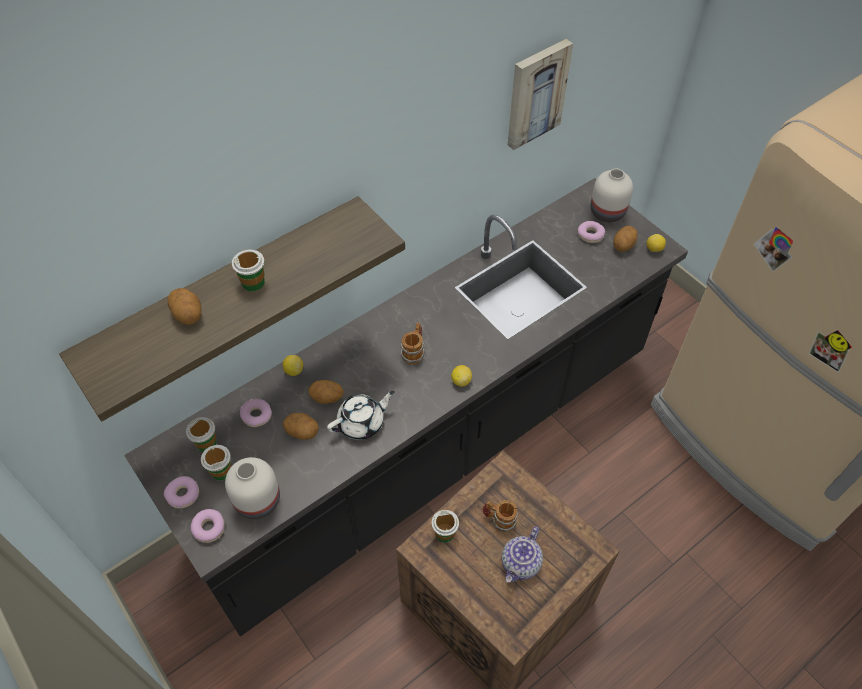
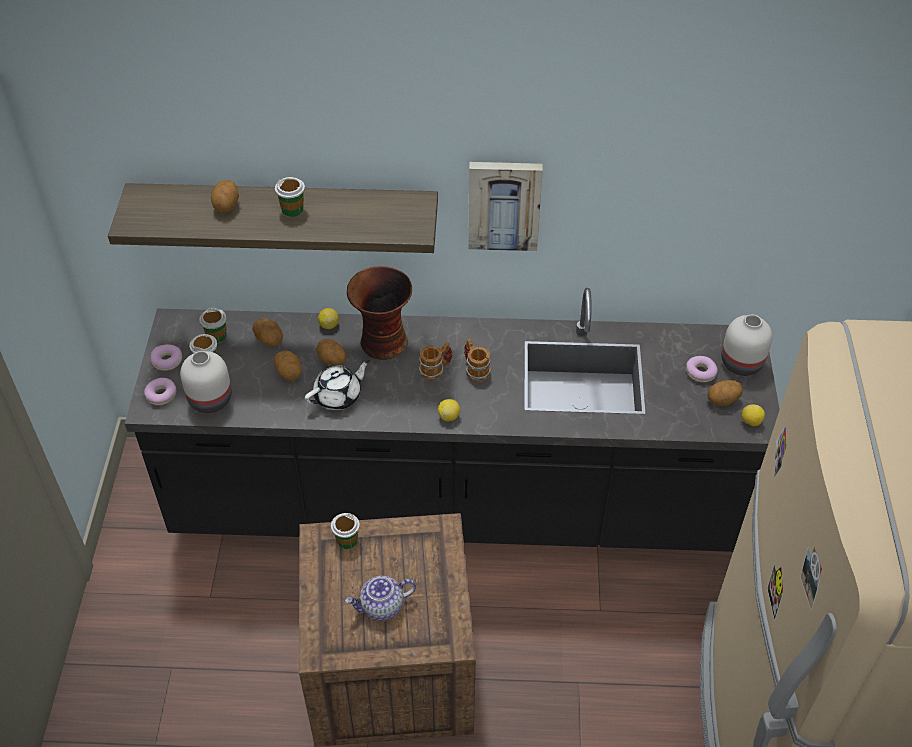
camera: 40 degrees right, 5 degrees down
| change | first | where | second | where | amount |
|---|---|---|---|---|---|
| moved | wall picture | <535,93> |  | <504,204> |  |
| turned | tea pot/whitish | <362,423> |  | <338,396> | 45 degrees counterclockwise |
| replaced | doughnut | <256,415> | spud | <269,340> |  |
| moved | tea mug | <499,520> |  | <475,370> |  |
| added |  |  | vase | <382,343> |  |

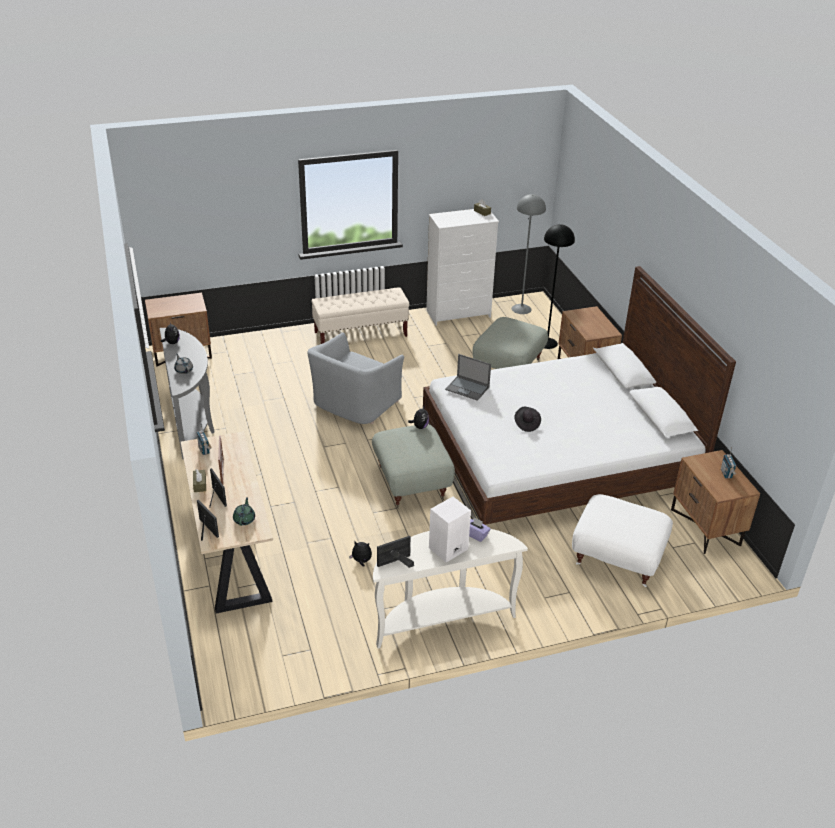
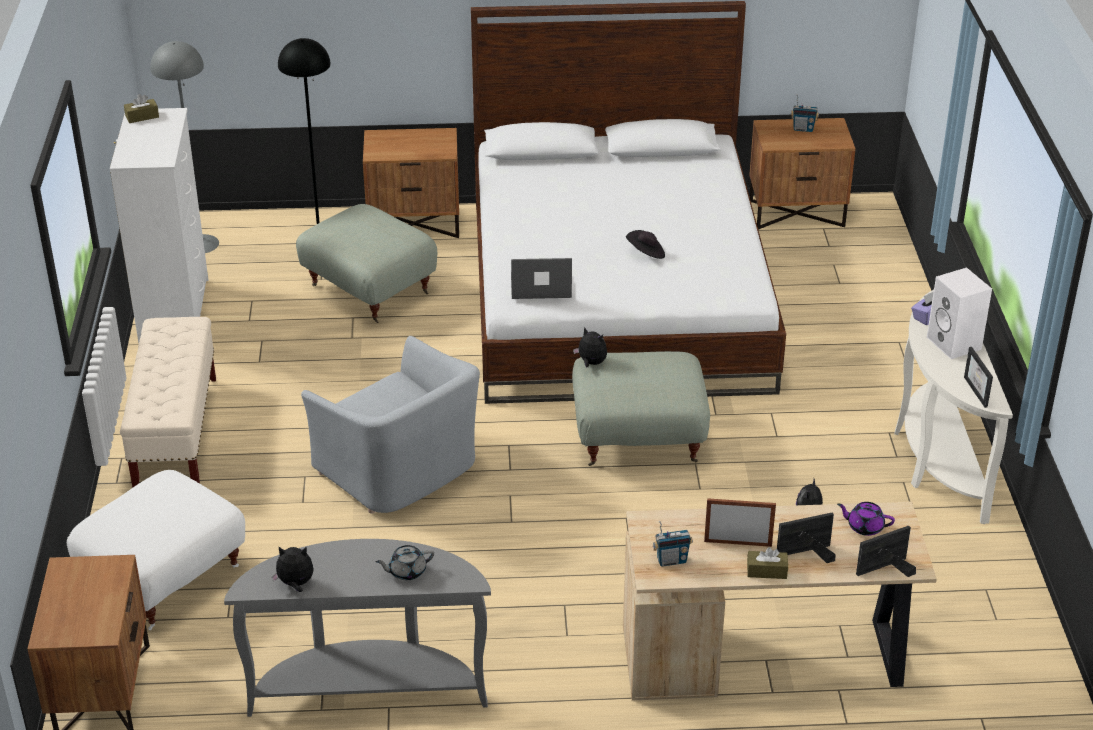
camera: 75 degrees left, 0 degrees up
| change | first | where | second | where | amount |
|---|---|---|---|---|---|
| turned | portable computer | <468,388> |  | <540,286> | 135 degrees counterclockwise |
| moved | ottoman/whitish | <618,557> |  | <164,578> |  |
| recoloured | tea pot/green | <244,519> | tea pot/purple | <864,526> |  |

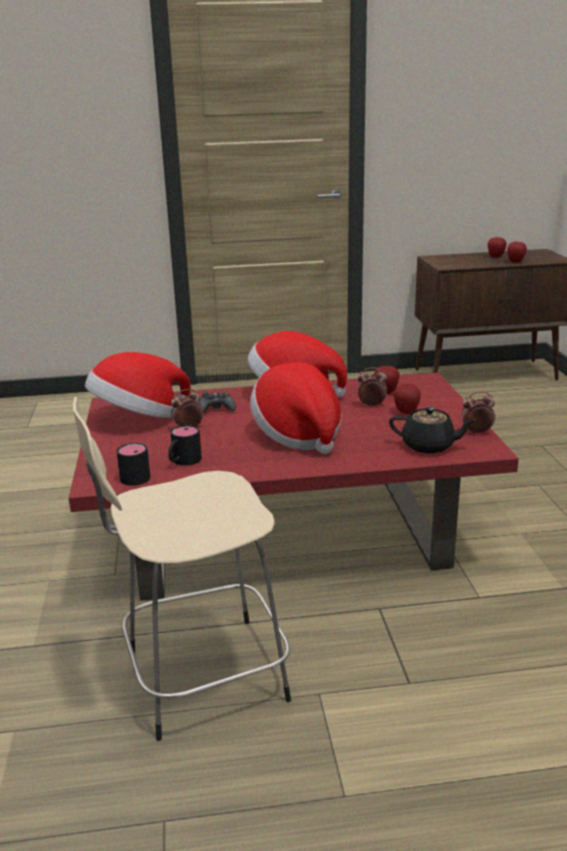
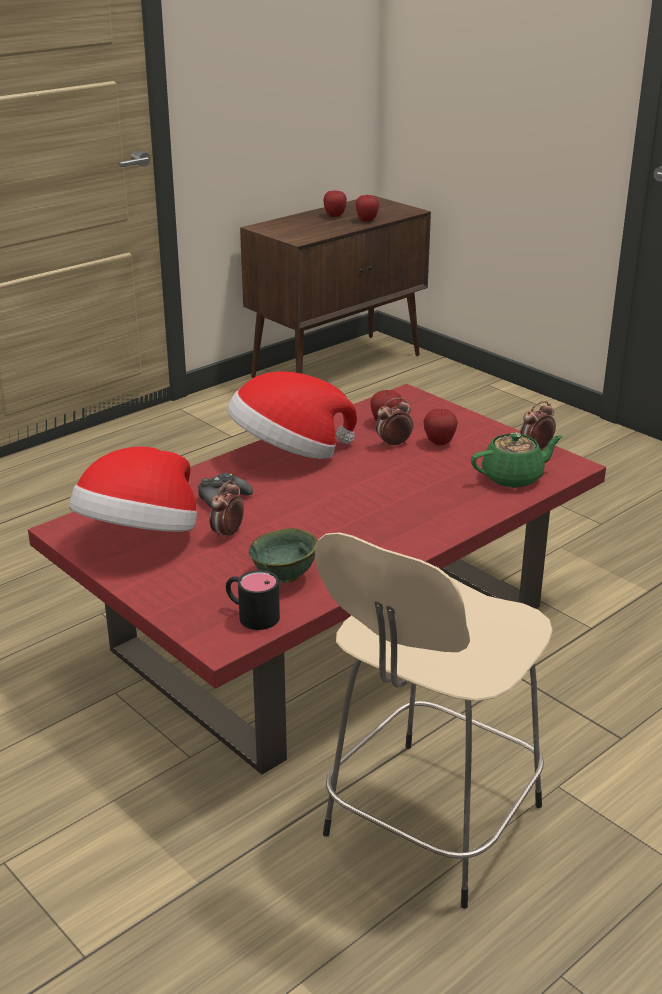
camera: 35 degrees left, 5 degrees up
| change | first | where | second | where | amount |
|---|---|---|---|---|---|
| removed | hat | <298,434> |  |  |  |
| recoloured | tea pot/black | <429,446> | tea pot/green | <513,477> |  |
| replaced | tea mug/black | <183,461> | deep dish/green | <285,578> |  |

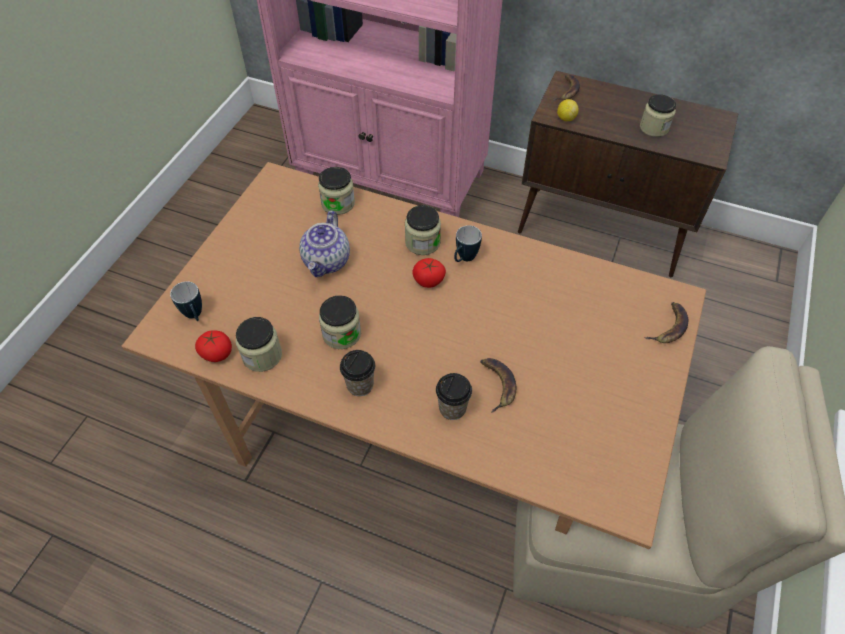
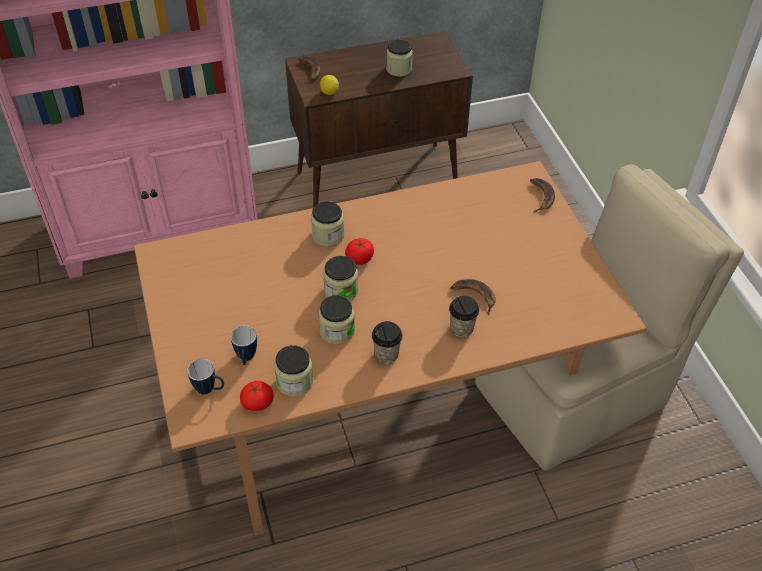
camera: 40 degrees left, 5 degrees down
| change | first | where | second | where | amount |
|---|---|---|---|---|---|
| moved | preserve jar | <338,203> |  | <341,291> |  |
| removed | tea pot | <327,261> |  |  |  |
| moved | tea mug | <464,259> |  | <246,359> |  |

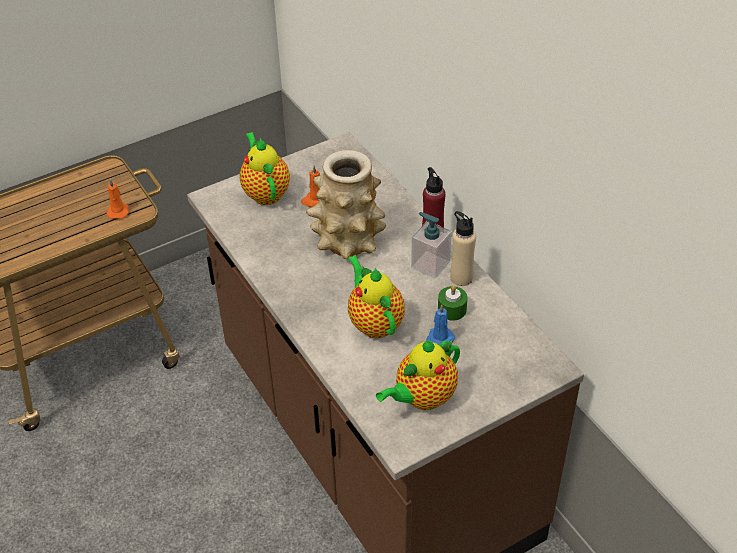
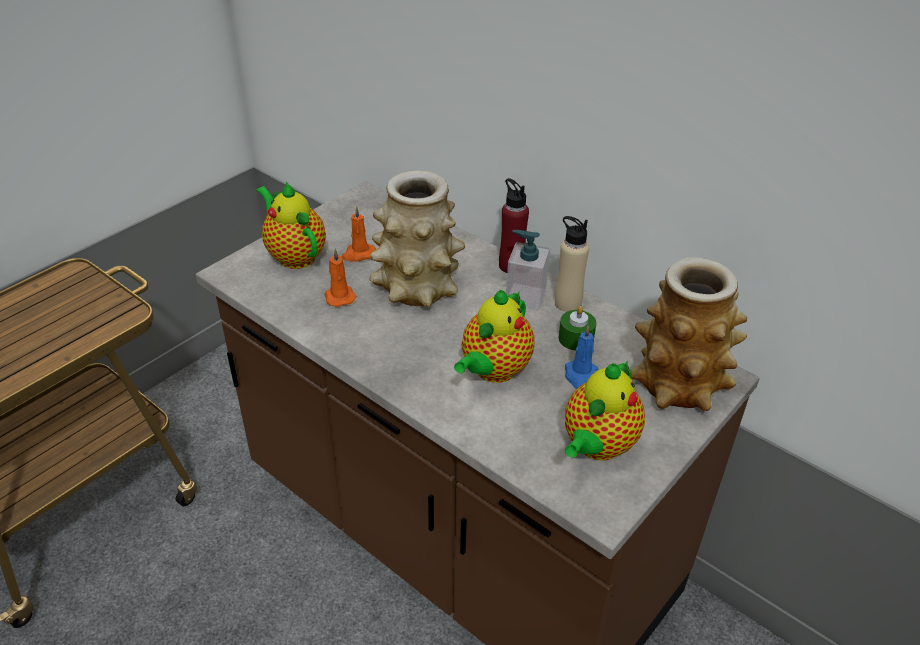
camera: 20 degrees left, 5 degrees down
| change | first | where | second | where | amount |
|---|---|---|---|---|---|
| moved | candle/orange | <118,211> |  | <339,296> |  |
| turned | tea pot | <374,322> |  | <493,371> | 105 degrees counterclockwise |
| added |  |  | vase | <678,383> |  |

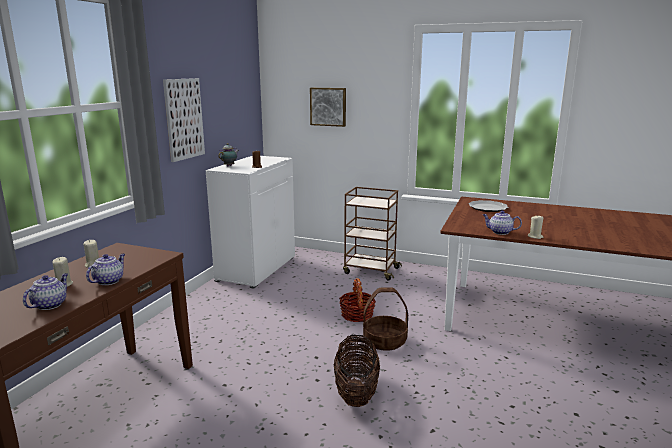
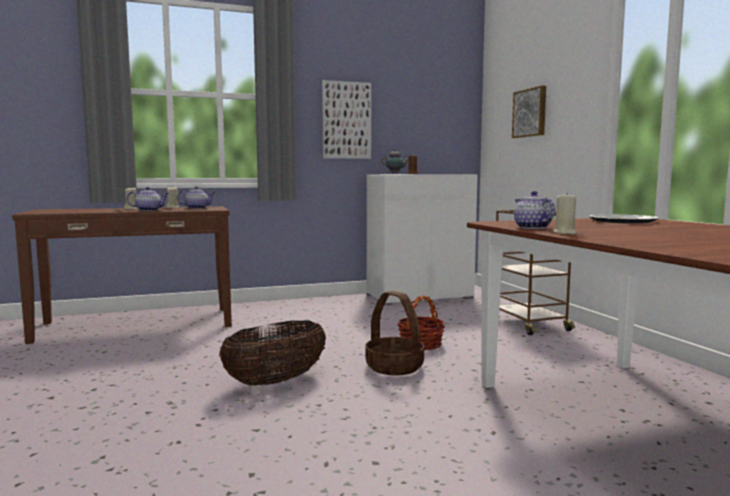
camera: 50 degrees right, 10 degrees down
| change | first | where | second | where | amount |
|---|---|---|---|---|---|
| moved | tea pot | <50,304> |  | <197,208> |  |

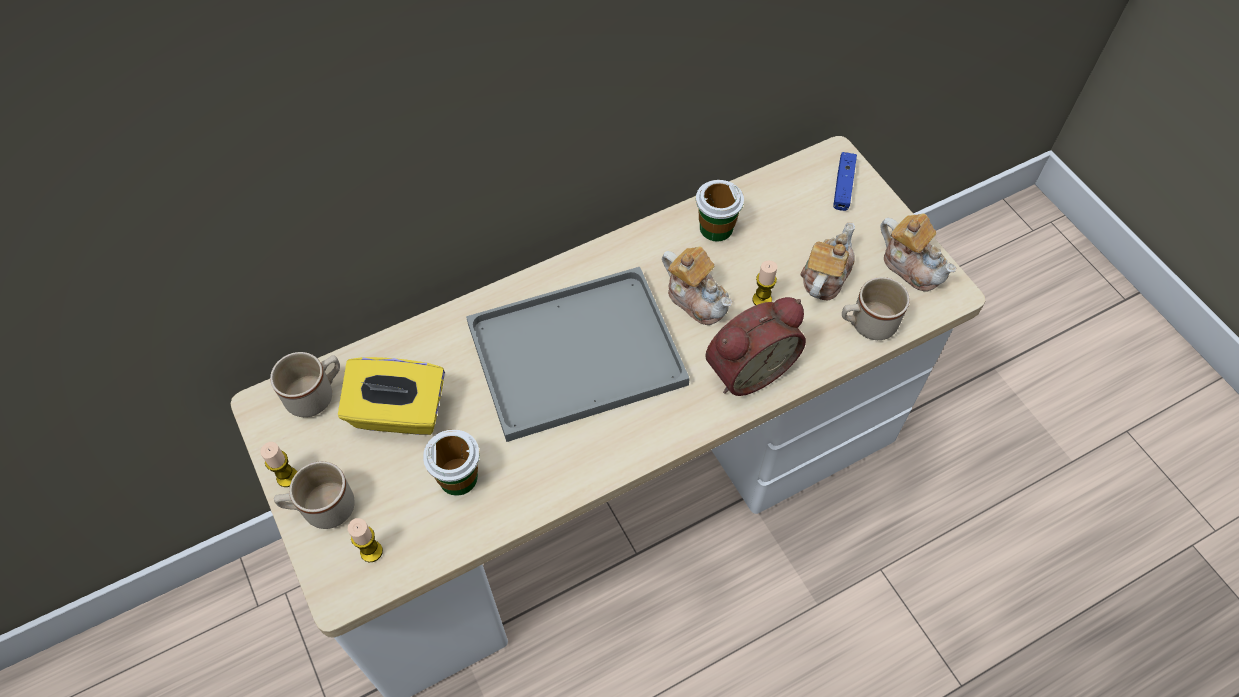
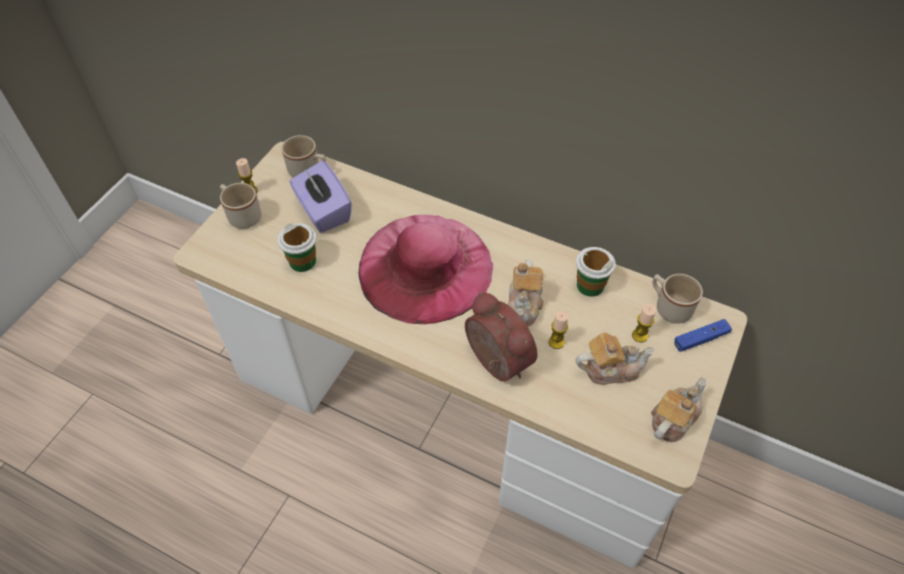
camera: 55 degrees right, 5 degrees down
| change | first | where | second | where | amount |
|---|---|---|---|---|---|
| turned | tea pot | <911,265> |  | <672,419> | 150 degrees counterclockwise |
| replaced | carrying tray/grey | <573,357> | hat/pinkish | <425,267> |  |
| moved | tea mug/beige-coloured | <866,324> |  | <668,307> |  |
| turned | table clock | <747,368> |  | <494,362> | 150 degrees counterclockwise |
| recoloured | tissue holder/yellow-coloured | <398,413> | tissue holder/purple | <323,211> |  |
| moved | candle | <371,551> |  | <639,335> |  |

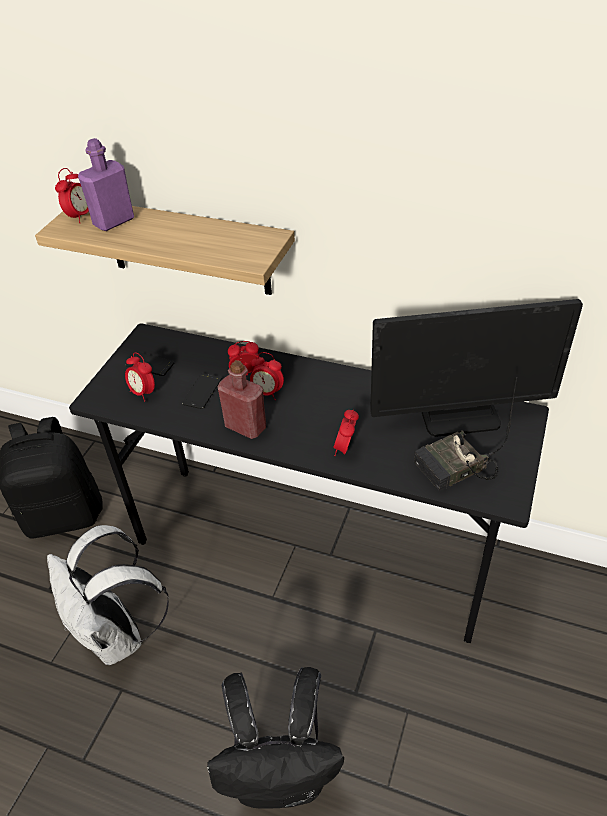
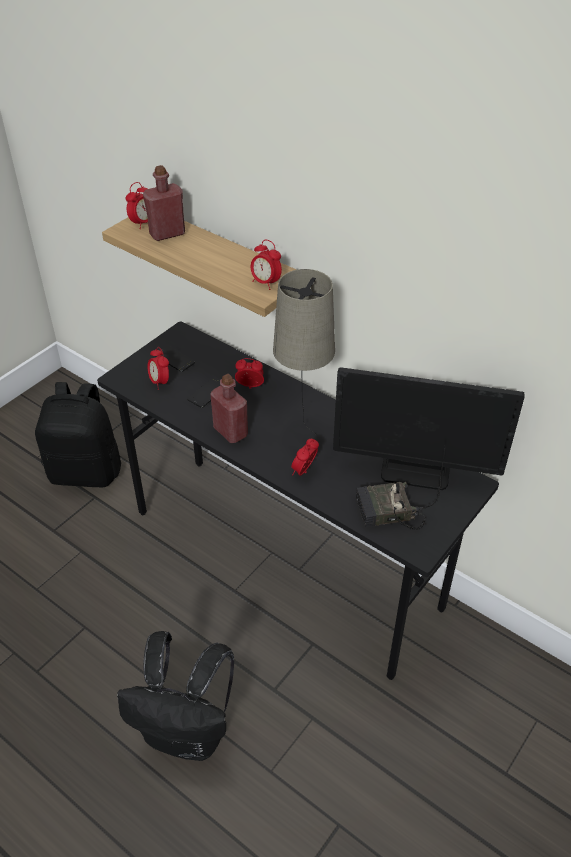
camera: 15 degrees right, 0 degrees up
| change | first | where | second | where | amount |
|---|---|---|---|---|---|
| recoloured | beverage bottle/purple | <114,221> | beverage bottle/reddish | <167,234> |  |
| moved | table clock | <267,393> |  | <266,283> |  |
| removed | knapsack/whitish | <118,635> |  |  |  |
| added |  |  | table lamp/beige-coloured | <302,431> |  |

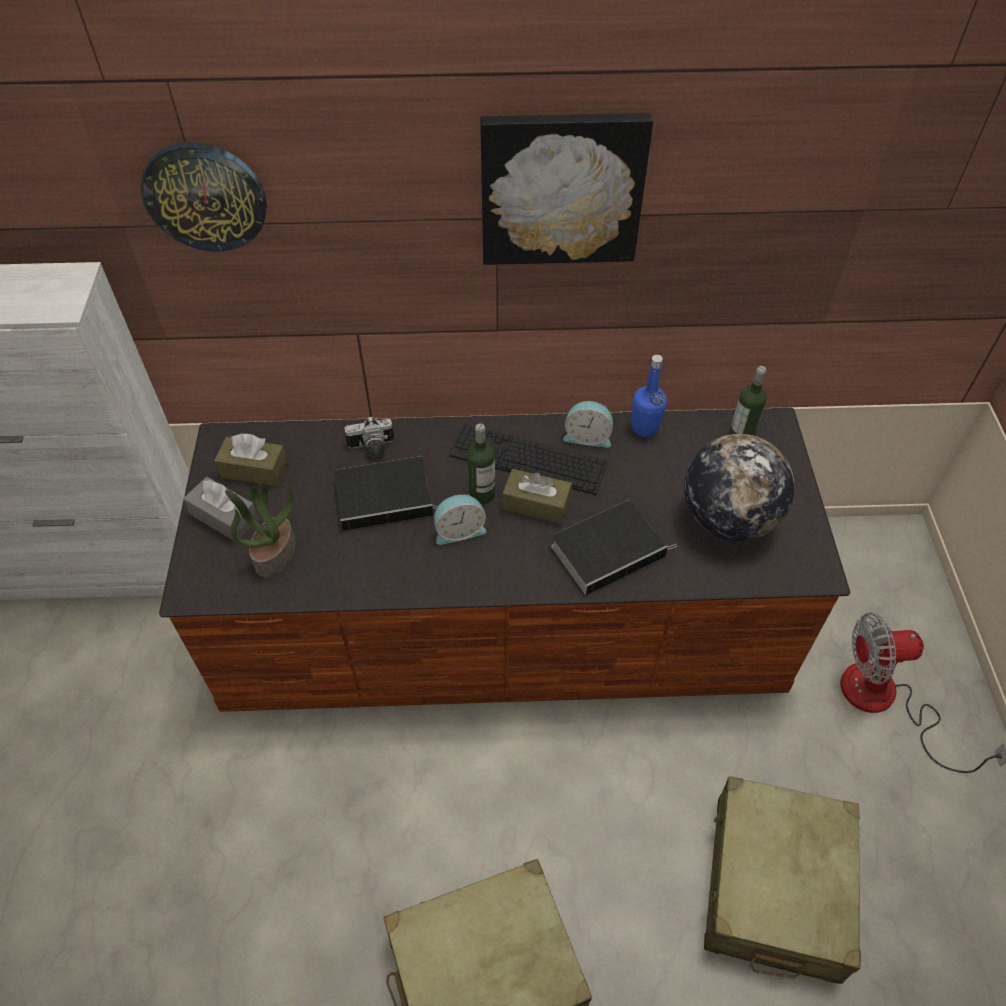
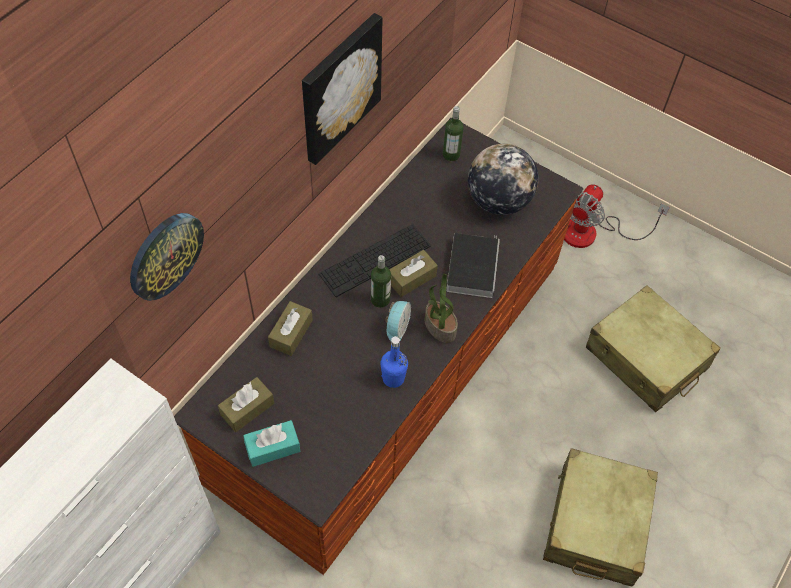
camera: 55 degrees left, 5 degrees up
| change | first | where | second | where | amount |
|---|---|---|---|---|---|
| moved | beverage bottle/blue-coloured | <644,427> |  | <393,378> |  |
| removed | table clock | <587,436> |  |  |  |
| replaced | photo camera | <372,448> | tissue holder/brown-coloured | <291,333> |  |
| removed | book | <387,496> |  |  |  |
| recoloured | tissue holder/grey | <224,517> | tissue holder/turquoise | <273,447> |  |
| moved | houseplant | <275,554> |  | <439,327> |  |

